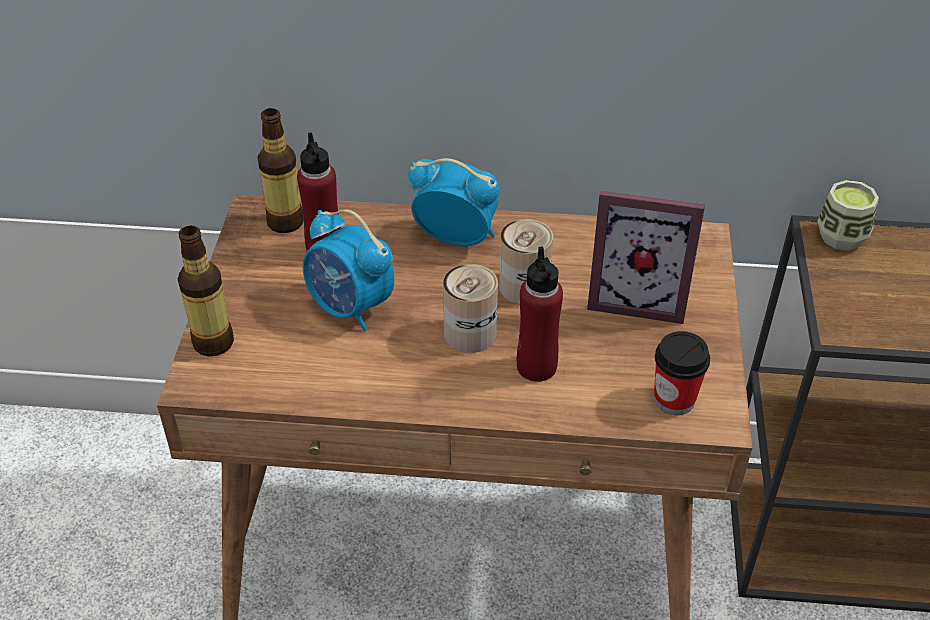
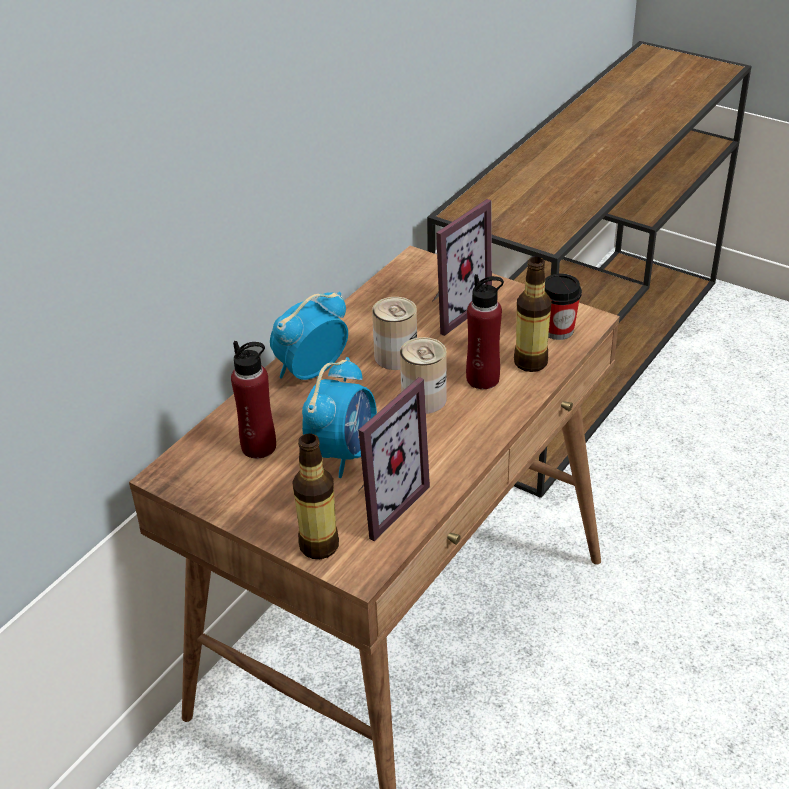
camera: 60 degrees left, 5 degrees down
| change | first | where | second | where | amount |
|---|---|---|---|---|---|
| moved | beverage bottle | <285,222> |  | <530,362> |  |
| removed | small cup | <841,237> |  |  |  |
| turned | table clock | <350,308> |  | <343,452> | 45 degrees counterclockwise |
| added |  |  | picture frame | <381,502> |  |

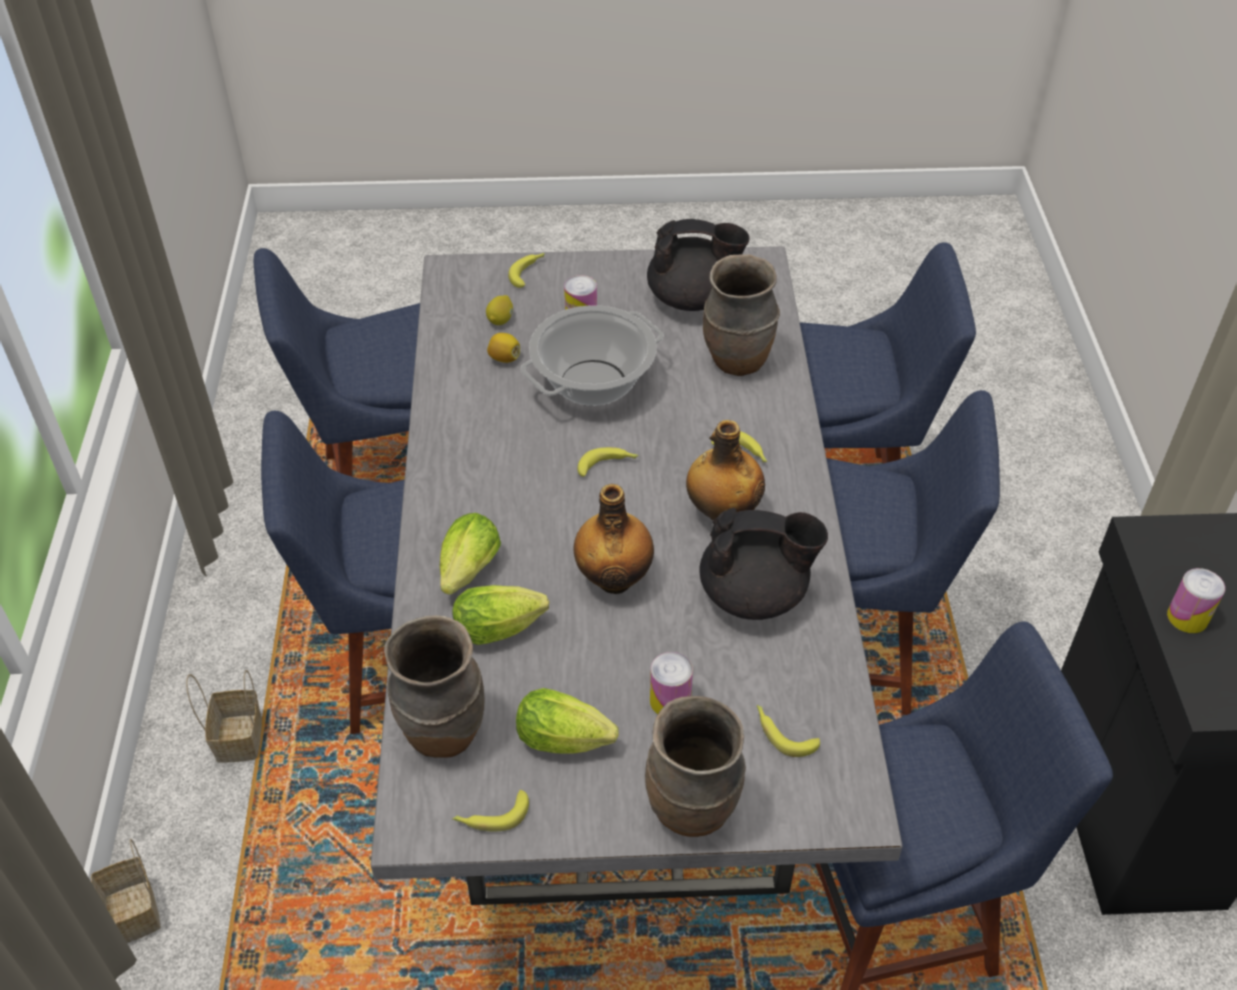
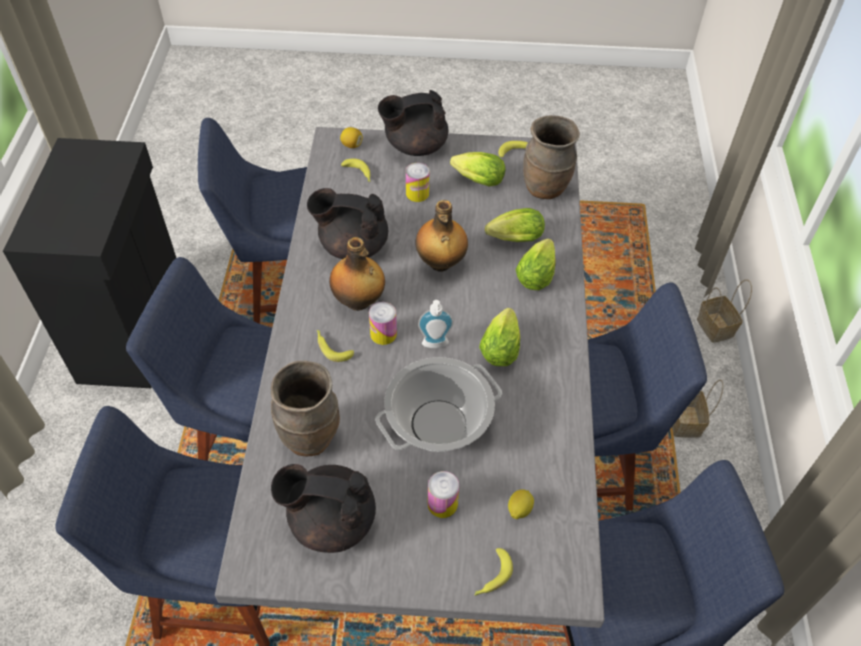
camera: 175 degrees left, 5 degrees up
| change | first | where | second | where | amount |
|---|---|---|---|---|---|
| moved | lemon | <504,358> |  | <351,145> |  |
| replaced | banana | <607,465> | soap dispenser | <435,345> |  |
| moved | can | <1187,617> |  | <383,334> |  |
| replaced | vase/brown-coloured | <693,811> | tea pot/black | <415,146> |  |
| added |  |  | lettuce | <501,346> |  |

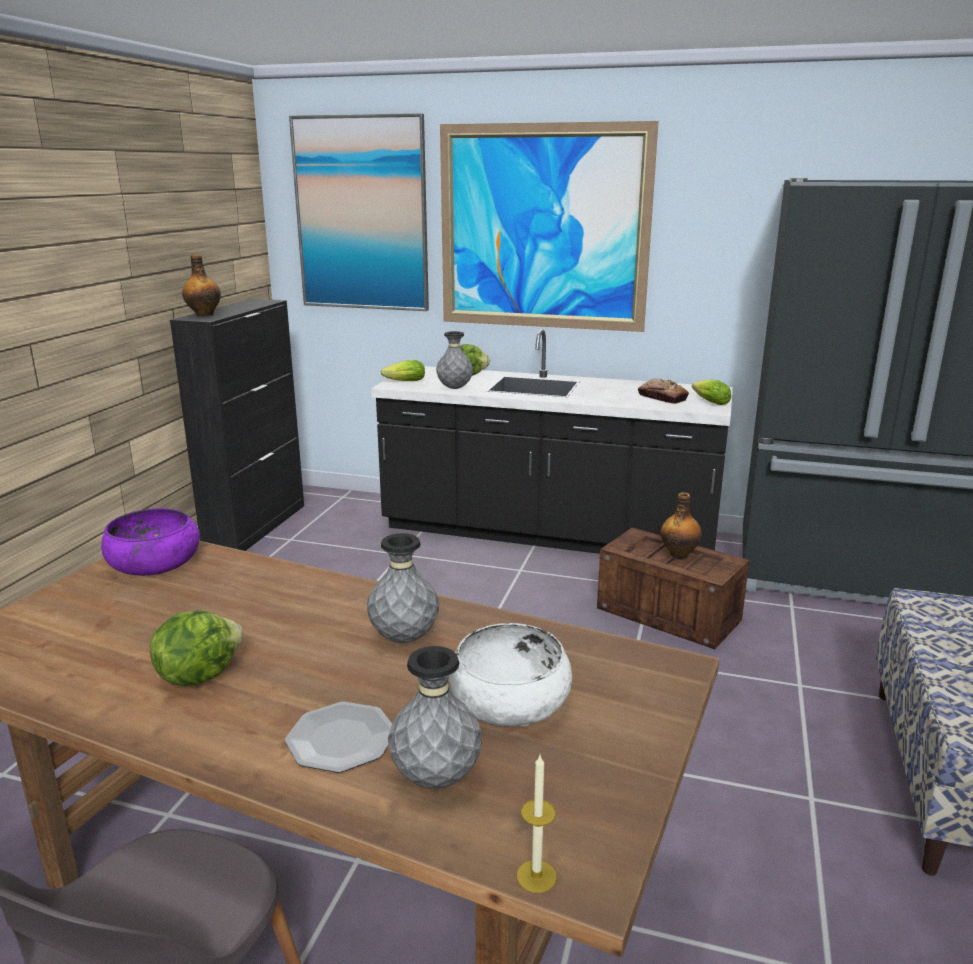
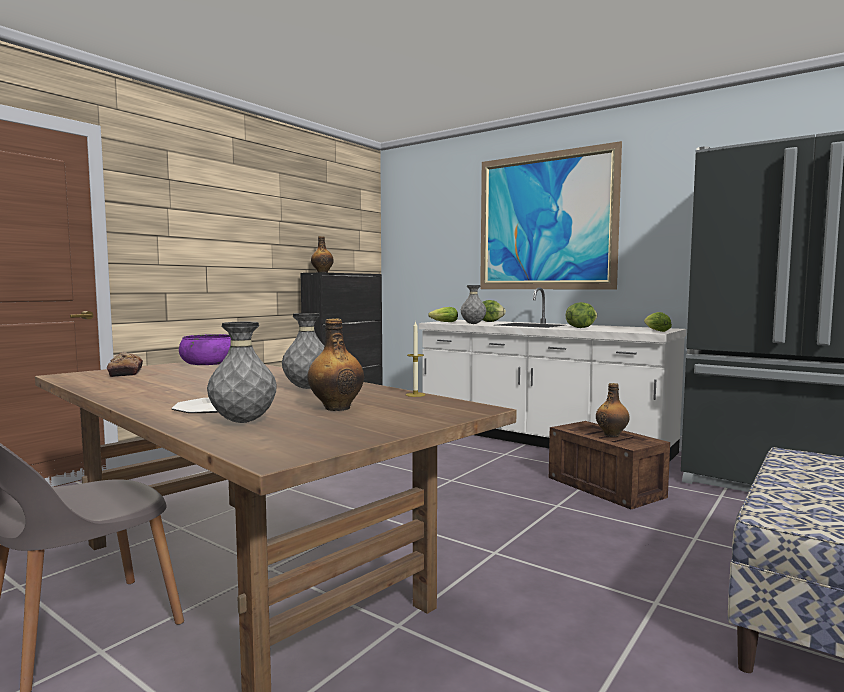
camera: 20 degrees right, 15 degrees down
| change | first | where | second | where | amount |
|---|---|---|---|---|---|
| removed | wall picture | <361,214> |  |  |  |
| recoloured | counter/black | <548,535> | counter/whitish | <540,440> |  |
| moved | baked bread | <662,397> |  | <125,373> |  |
| moved | lettuce | <198,675> |  | <580,328> |  |
| replaced | deep dish/whitish | <510,701> | beverage bottle | <336,408> |  |
| moved | candle | <536,876> |  | <415,395> |  |

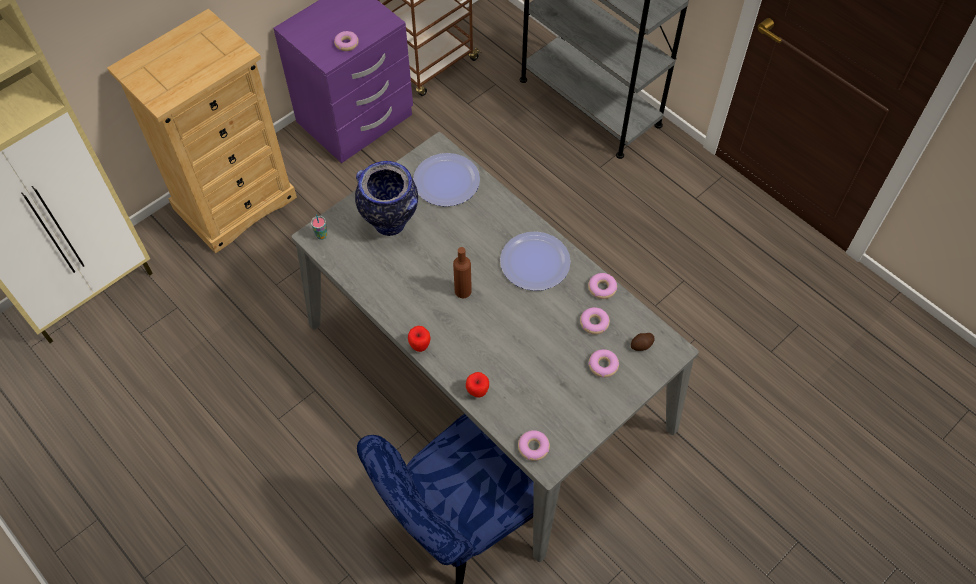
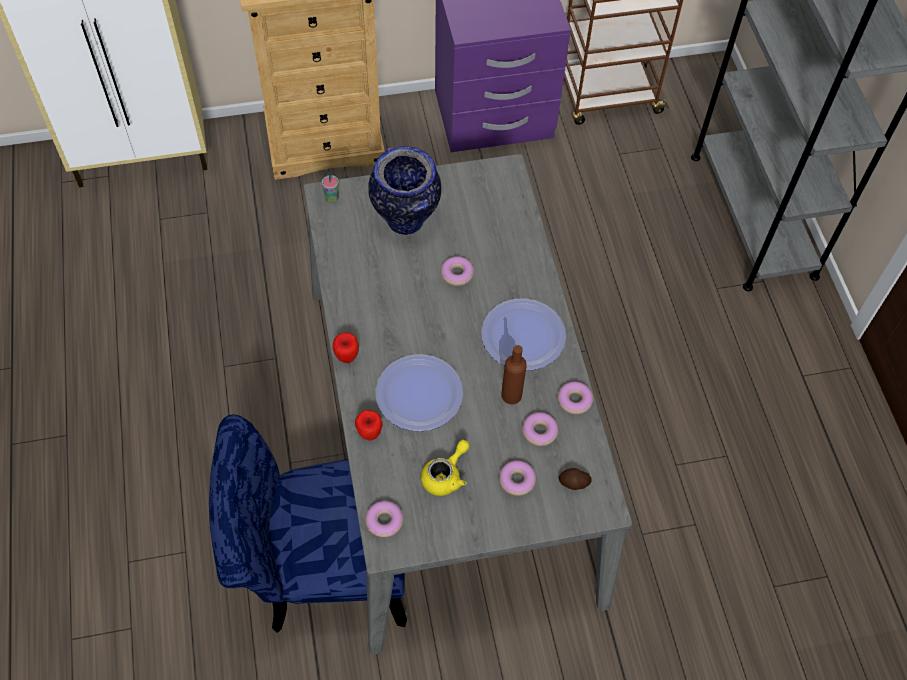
camera: 30 degrees right, 0 degrees up
| change | first | where | second | where | amount |
|---|---|---|---|---|---|
| moved | doughnut | <346,44> |  | <457,274> |  |
| moved | dinner plate | <446,181> |  | <419,393> |  |
| moved | beverage bottle/brown-coloured | <463,291> |  | <511,395> |  |
| added |  |  | tea pot/yellow-coloured | <445,475> |  |

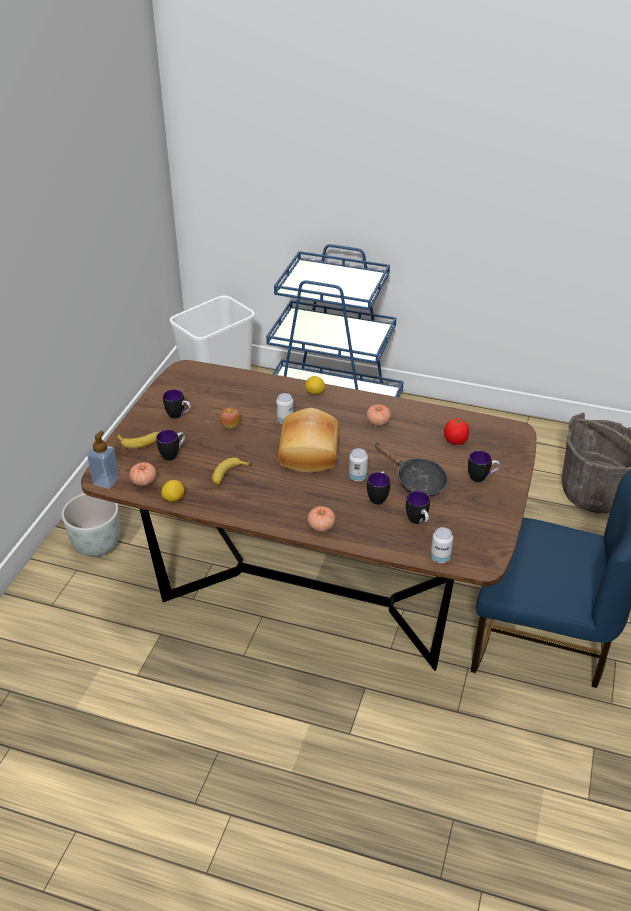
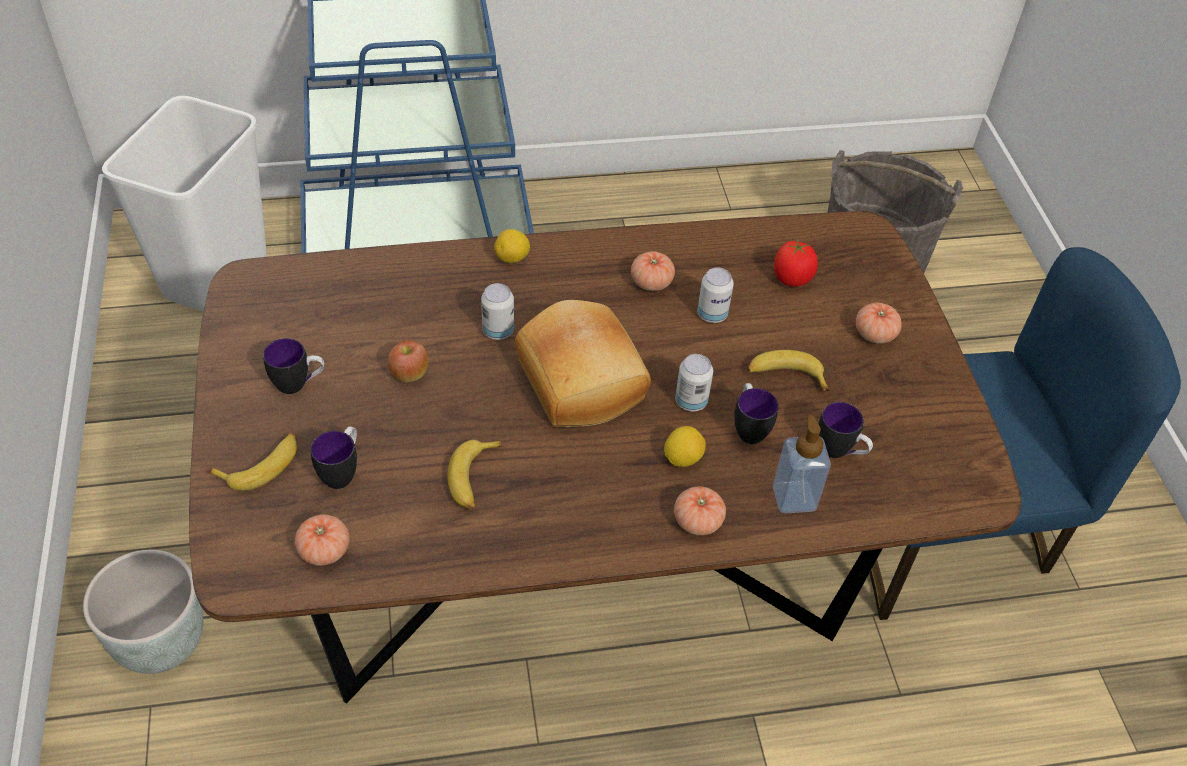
camera: 30 degrees left, 10 degrees up
| change | first | where | second | where | amount |
|---|---|---|---|---|---|
| moved | soap dispenser | <106,481> |  | <794,497> |  |
| replaced | pan/black | <416,481> | banana | <785,376> |  |
| replaced | tea mug | <481,478> | tomato | <874,334> |  |
| moved | lemon | <173,498> |  | <682,458> |  |
| moved | can | <440,558> |  | <712,314> |  |

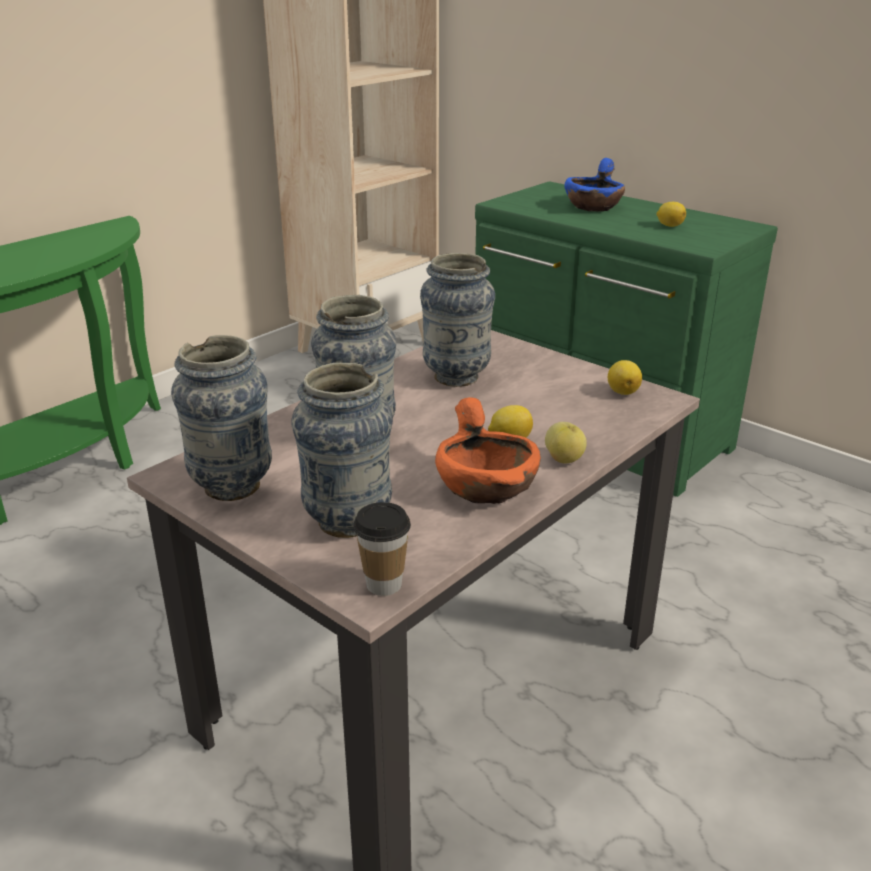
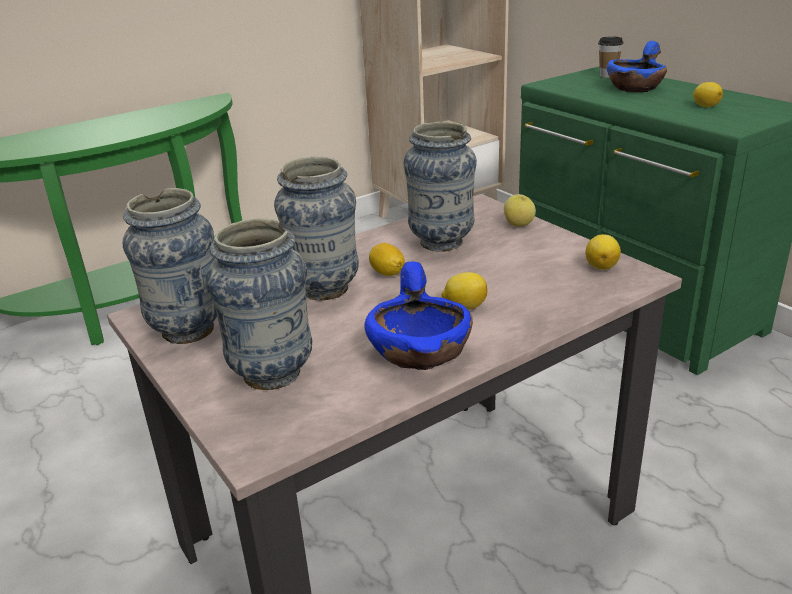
camera: 15 degrees right, 0 degrees up
| change | first | where | second | where | amount |
|---|---|---|---|---|---|
| recoloured | deep dish/orange | <486,486> | deep dish/blue-coloured | <420,352> |  |
| moved | apple | <564,459> |  | <519,224> |  |
| moved | small cup | <383,584> |  | <607,76> |  |
| added |  |  | lemon | <387,273> |  |

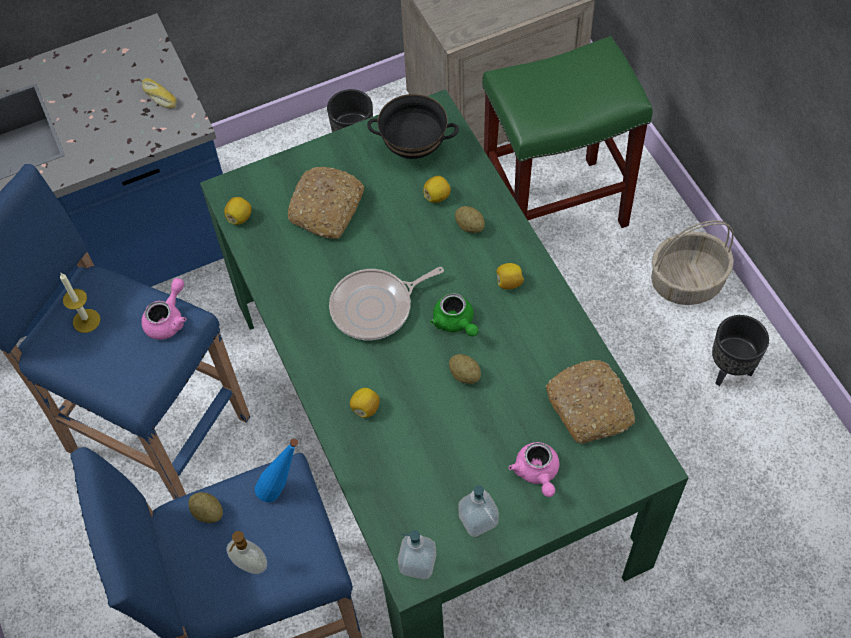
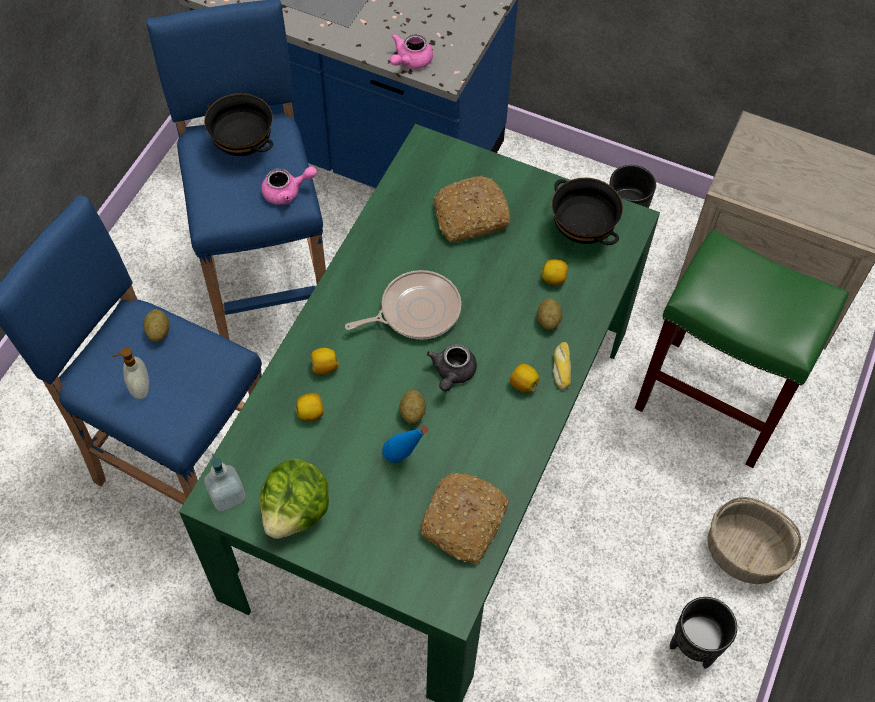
camera: 45 degrees right, 0 degrees up
| change | first | where | second | where | amount |
|---|---|---|---|---|---|
| moved | baked bread | <159,97> |  | <561,368> |  |
| moved | lemon | <240,217> |  | <311,413> |  |
| turned | pan | <376,307> |  | <416,311> | 135 degrees clockwise |
| replaced | candle | <86,321> | deep dish/black | <242,147> |  |
| recoloured | tea pot/green | <455,323> | tea pot/grey | <452,373> |  |
| moved | beverage bottle/blue-coloured | <283,489> |  | <406,461> |  |
| moved | tea pot/pinkish | <537,473> |  | <410,61> |  |
| replaced | soap dispenser | <478,520> | lettuce | <296,511> |  |

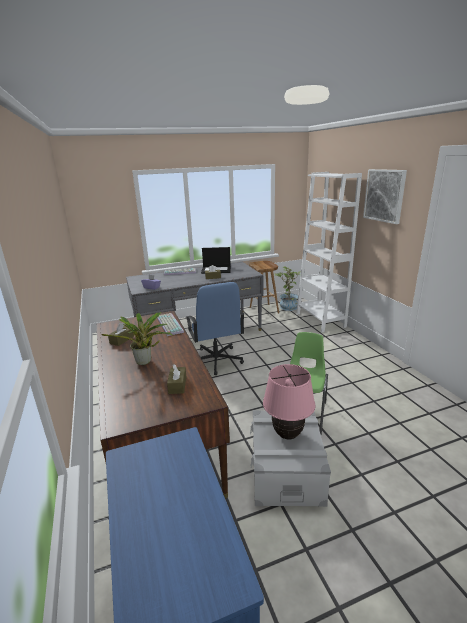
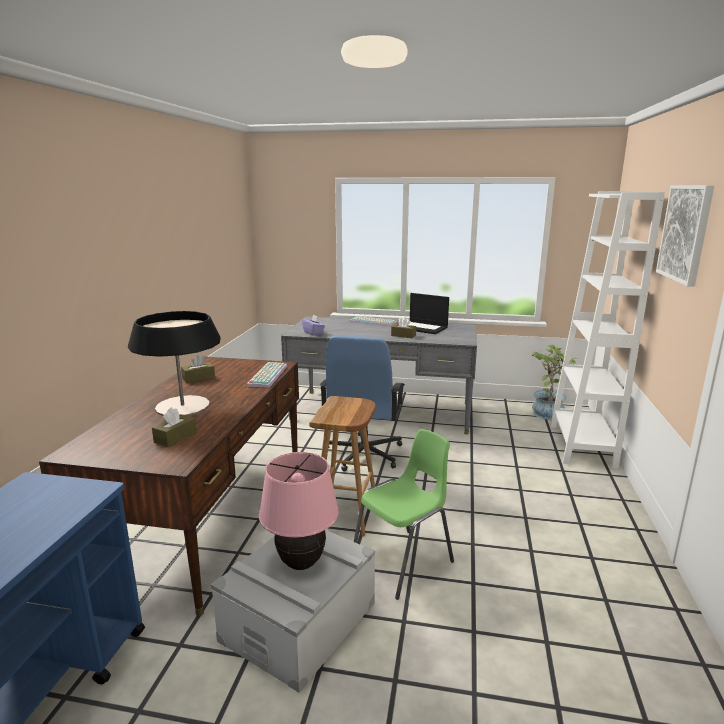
camera: 30 degrees right, 5 degrees down
| change | first | where | second | where | amount |
|---|---|---|---|---|---|
| moved | stool/brown-coloured | <264,310> |  | <346,515> |  |
| replaced | houseplant | <145,363> | table lamp | <183,406> |  |

